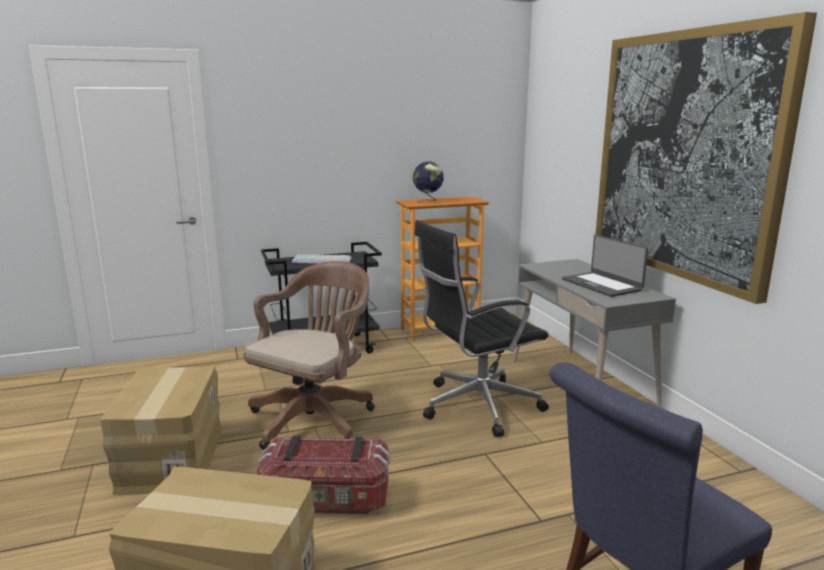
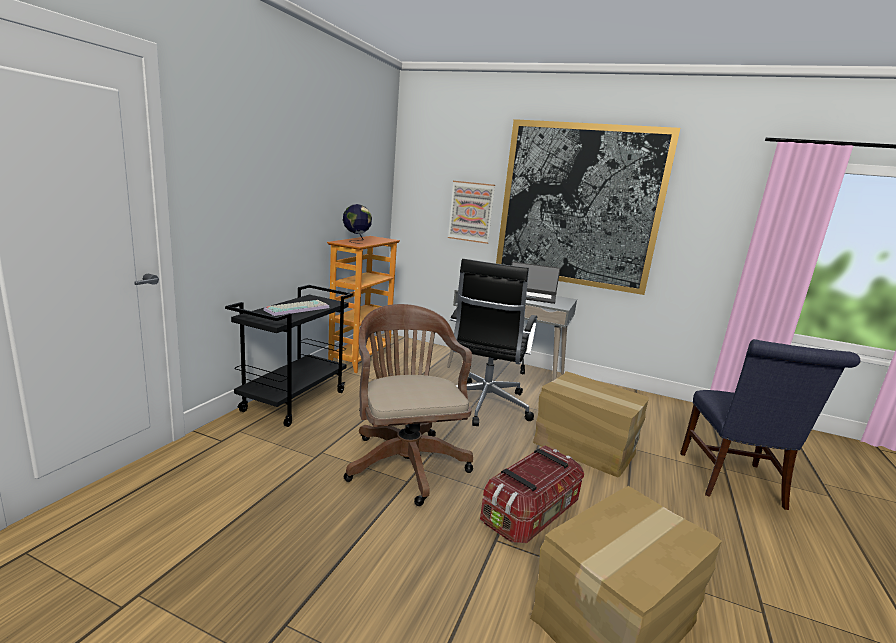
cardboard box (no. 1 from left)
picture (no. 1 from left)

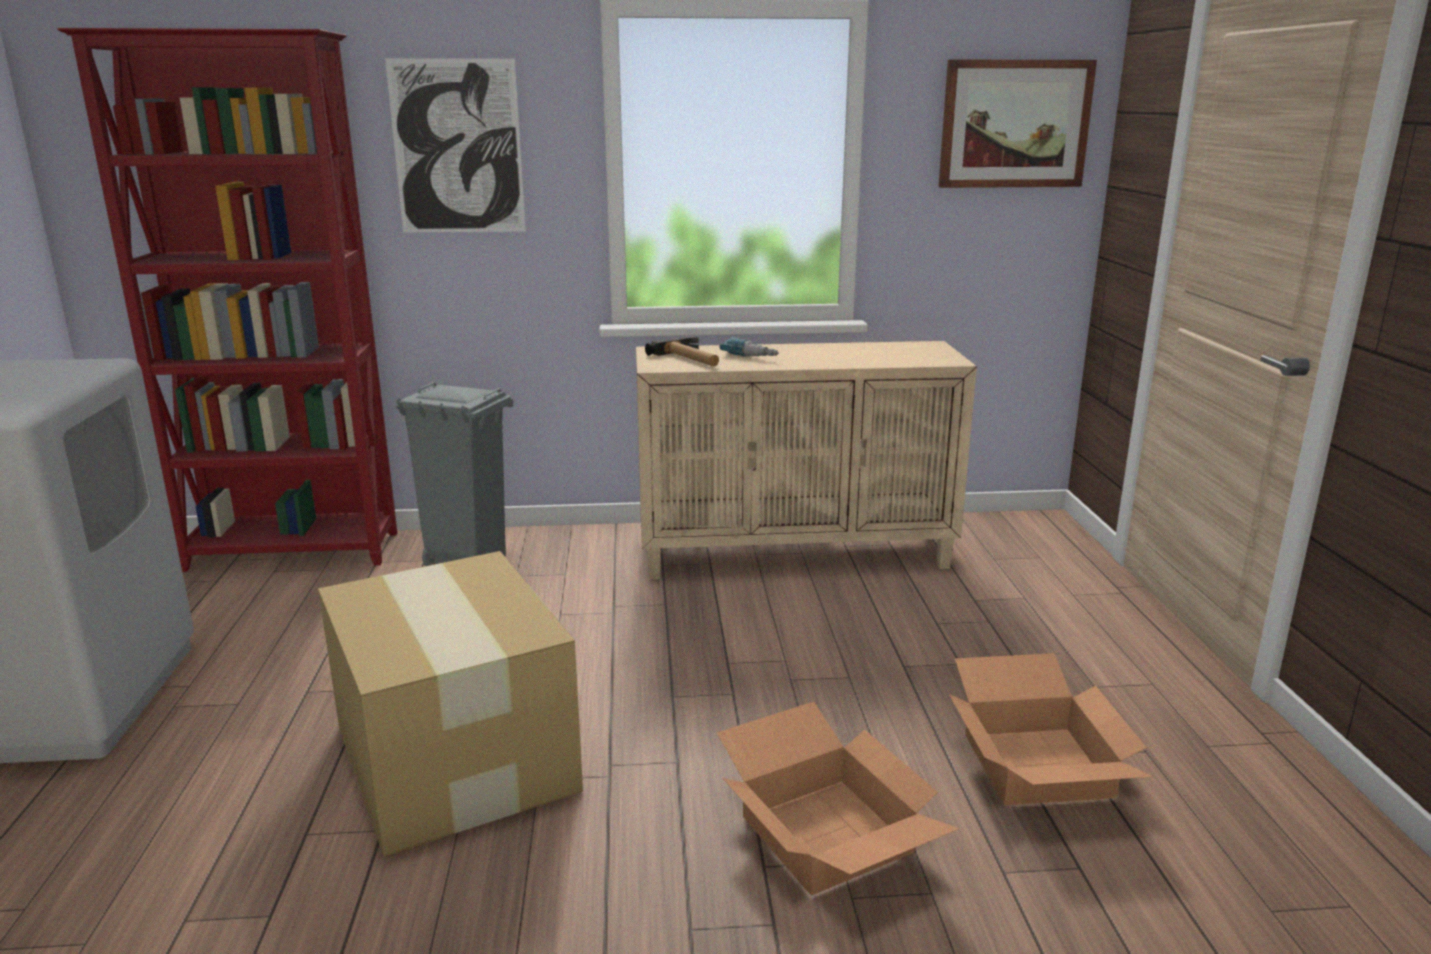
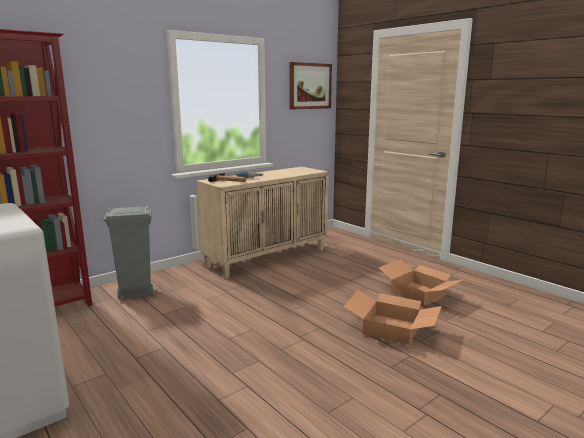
cardboard box (no. 1 from left in the first image)
picture (no. 1 from left in the first image)

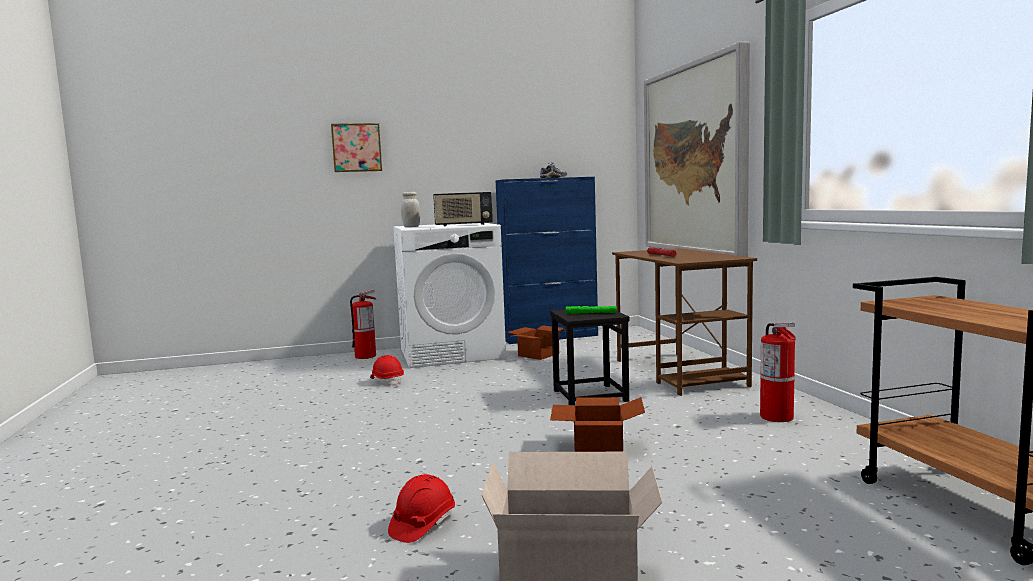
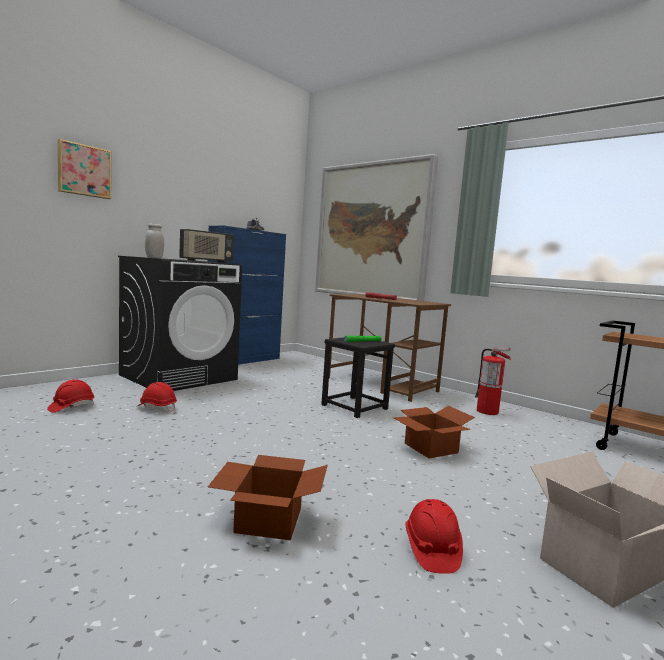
fire extinguisher (no. 1 from left in the first image)
washing machine/black
cardboard box (no. 1 from left)
hard hat/red (no. 1 from left)

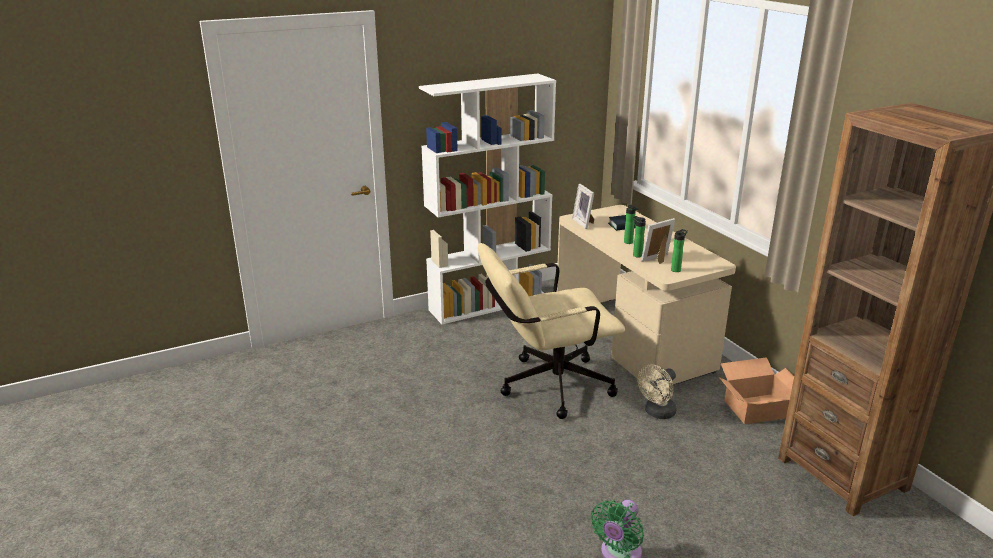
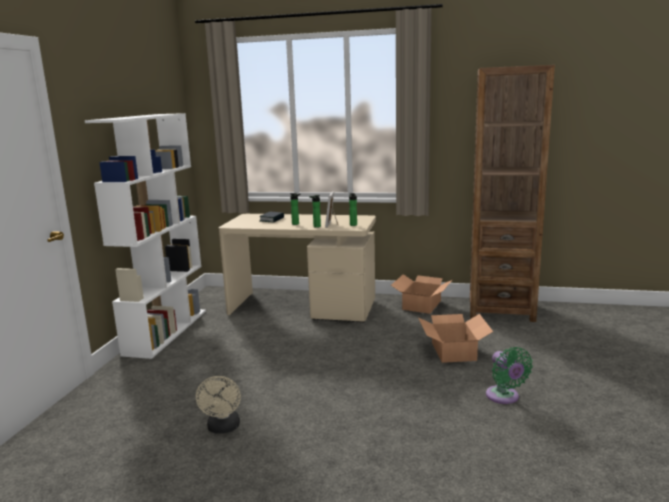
office chair/beige
picture frame (no. 1 from left in the first image)
fan/beige
cardboard box (no. 2 from left)

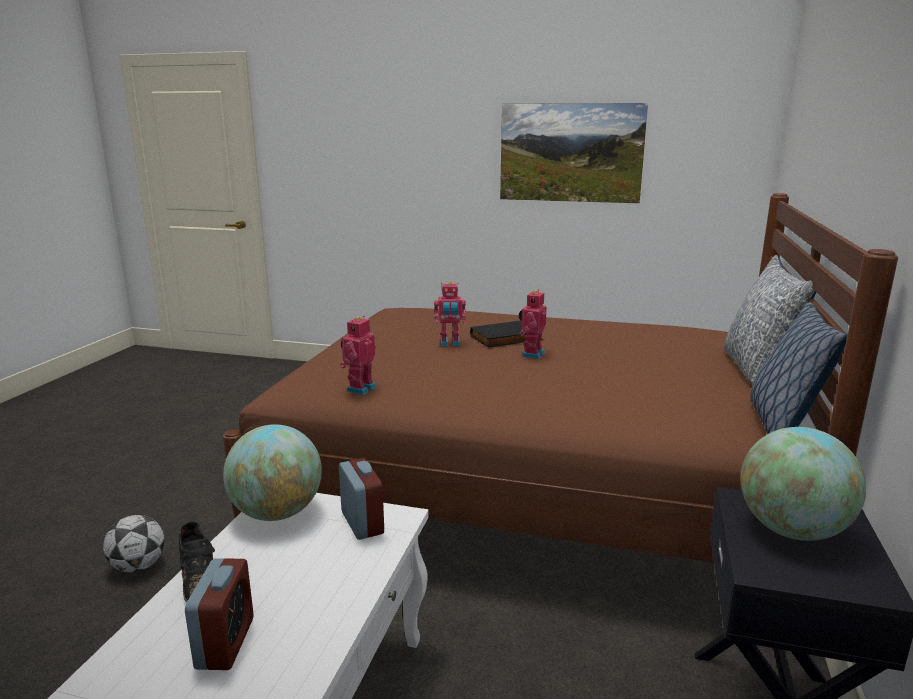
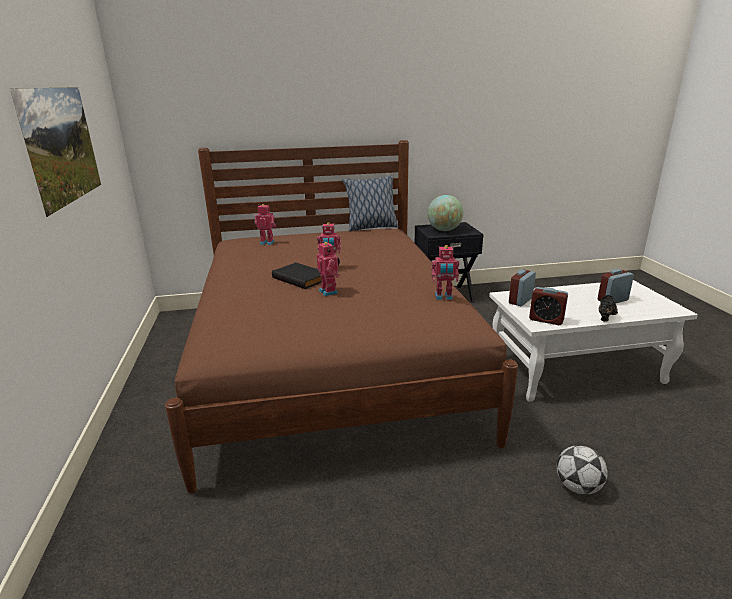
alarm clock (no. 2 from left)
pillow (no. 1 from left in the first image)
toy robot (no. 1 from left)

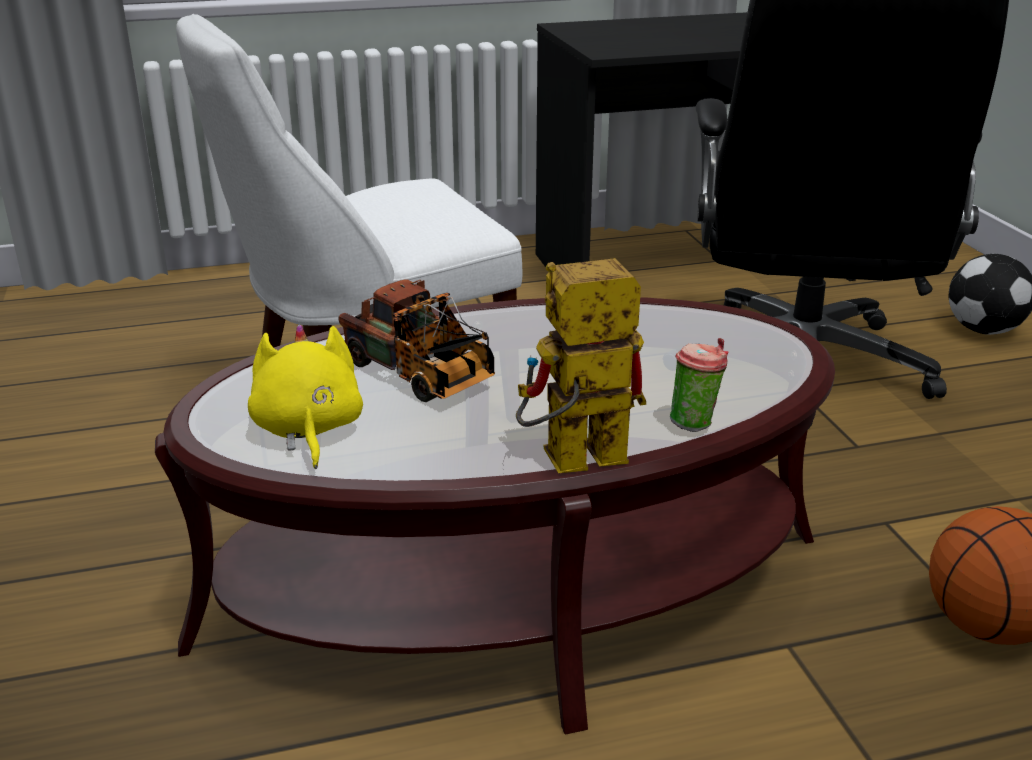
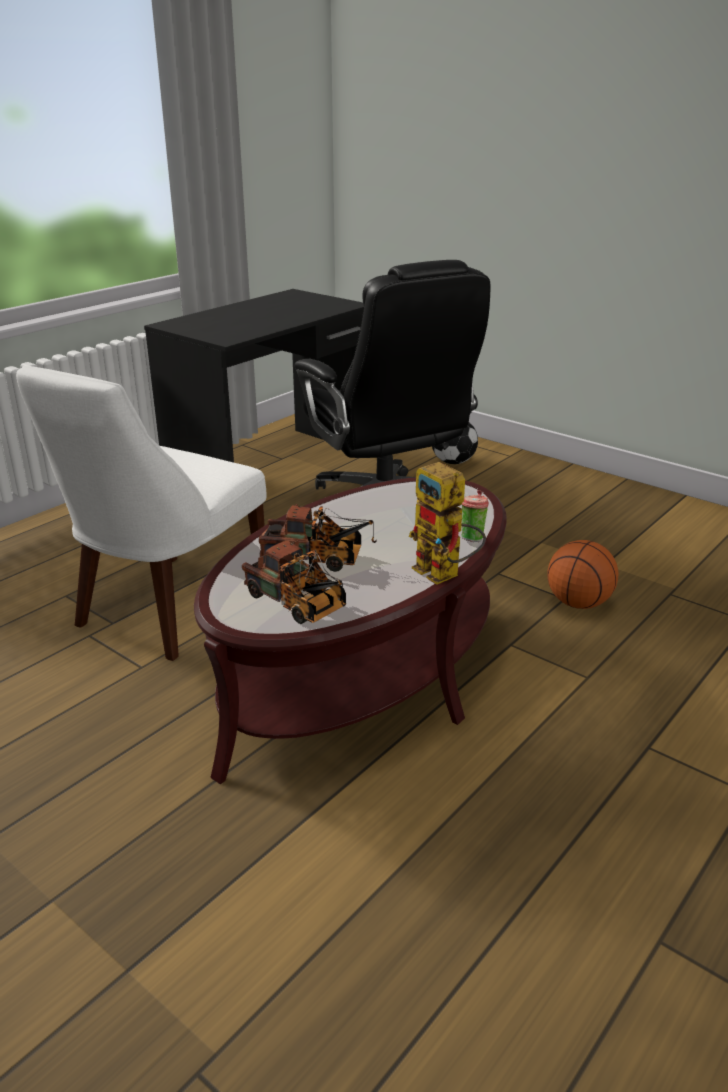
toy truck (no. 1 from left)
toy robot

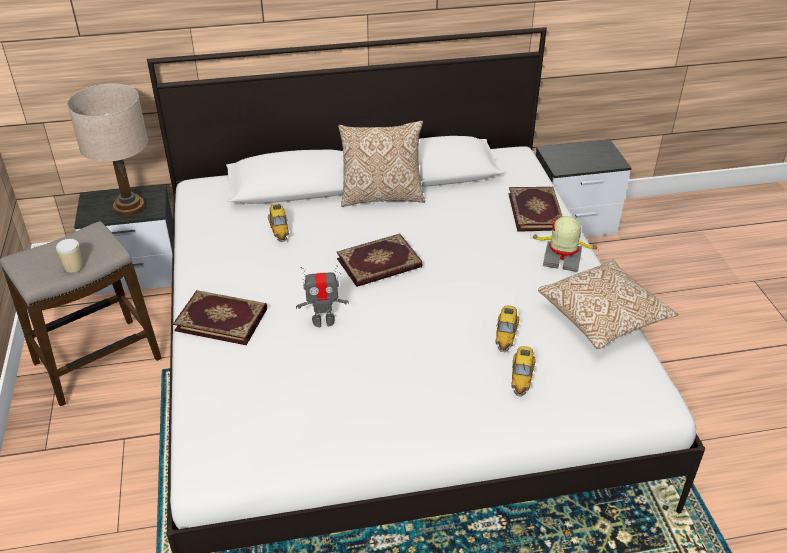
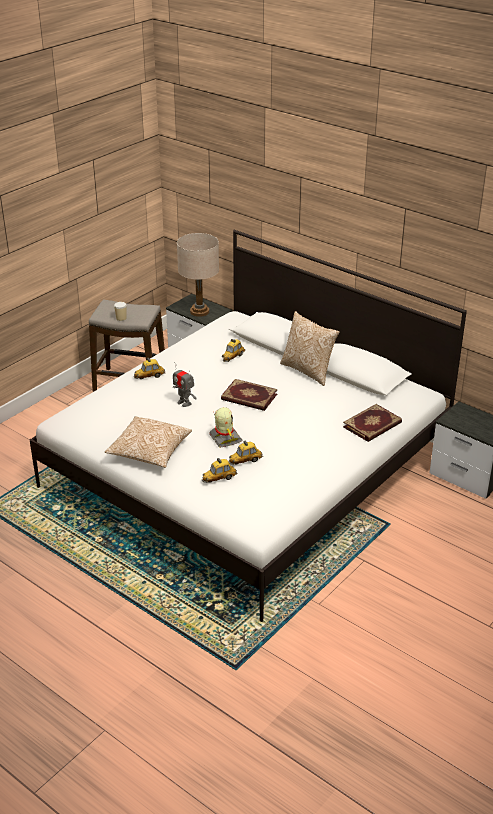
toy car (no. 1 from left)
toy robot (no. 2 from left)
pillow (no. 1 from left)

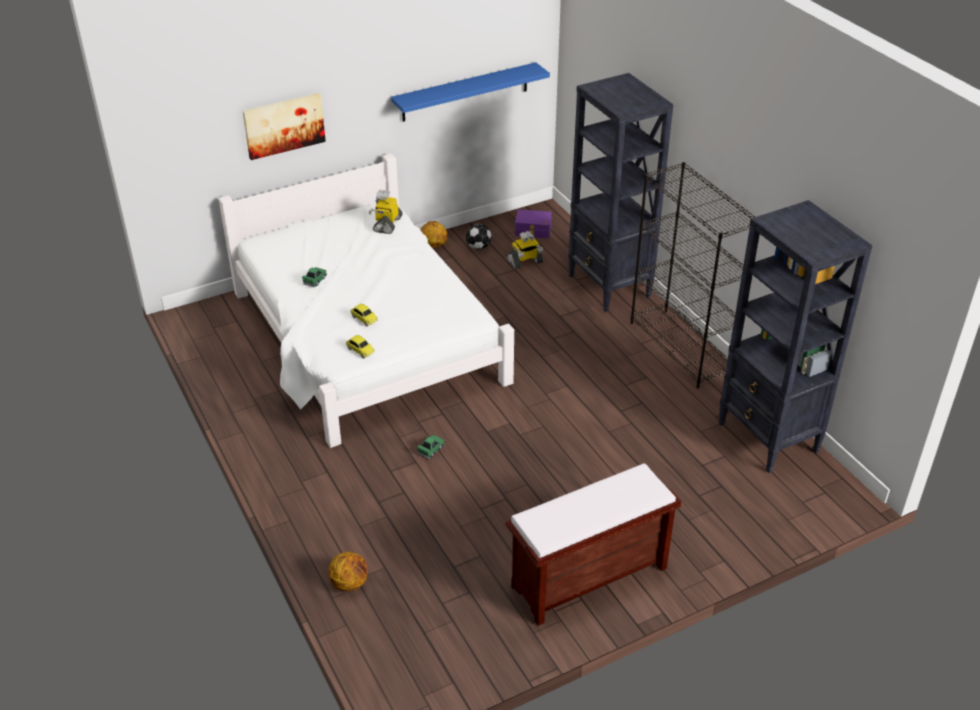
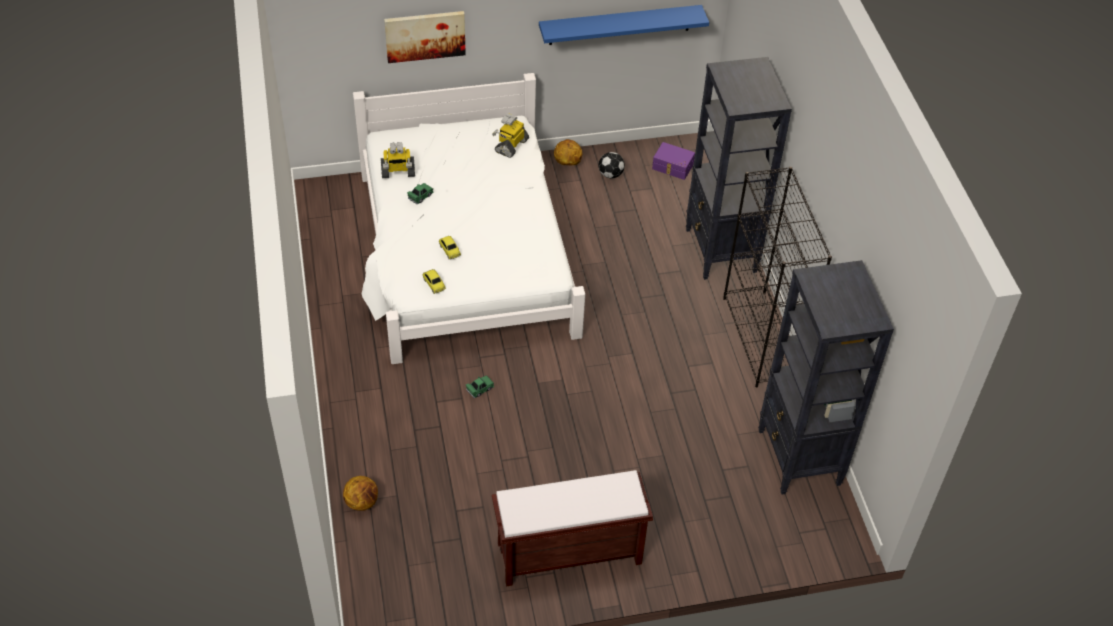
toy robot (no. 1 from left)

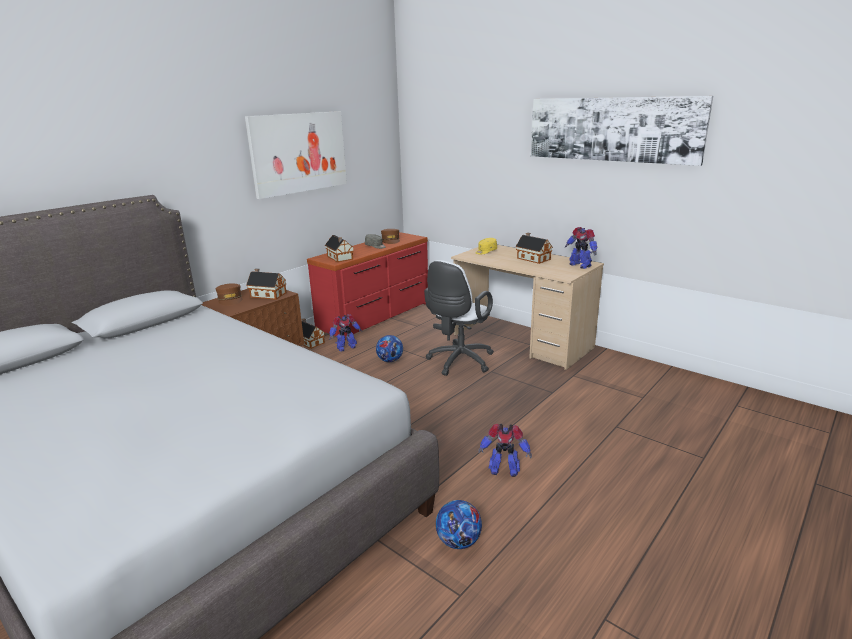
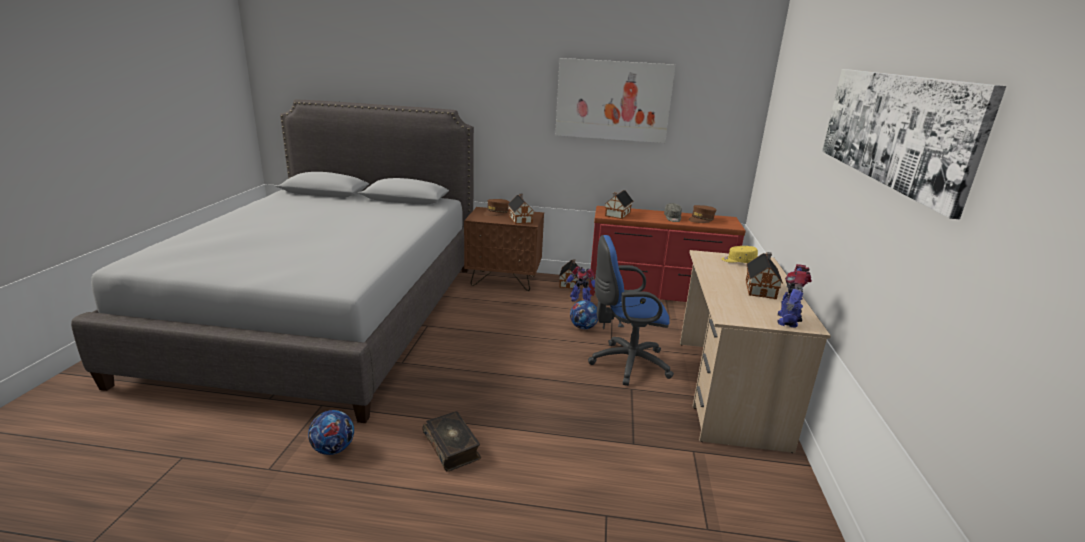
office chair/blue
book

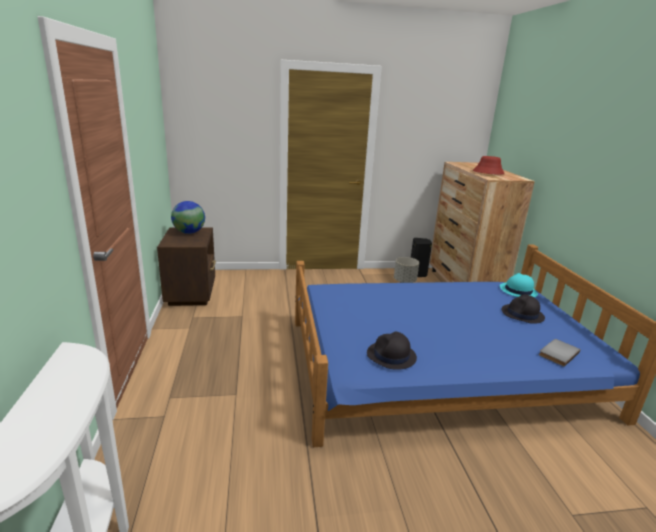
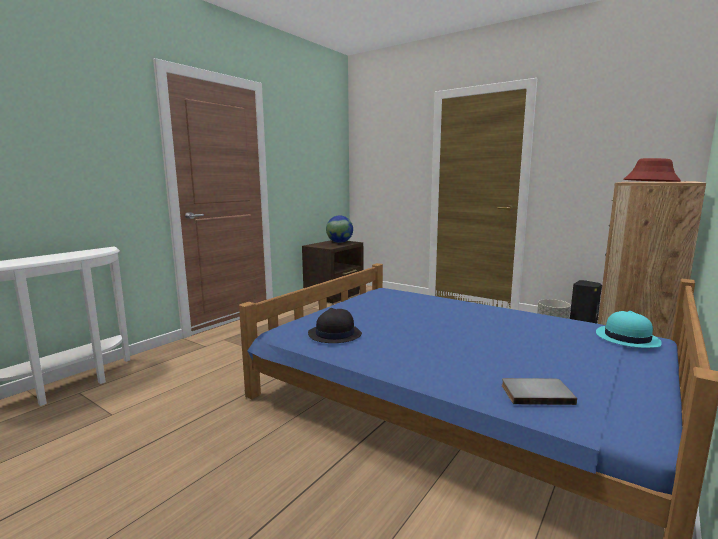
hat/black (no. 2 from left in the first image)

